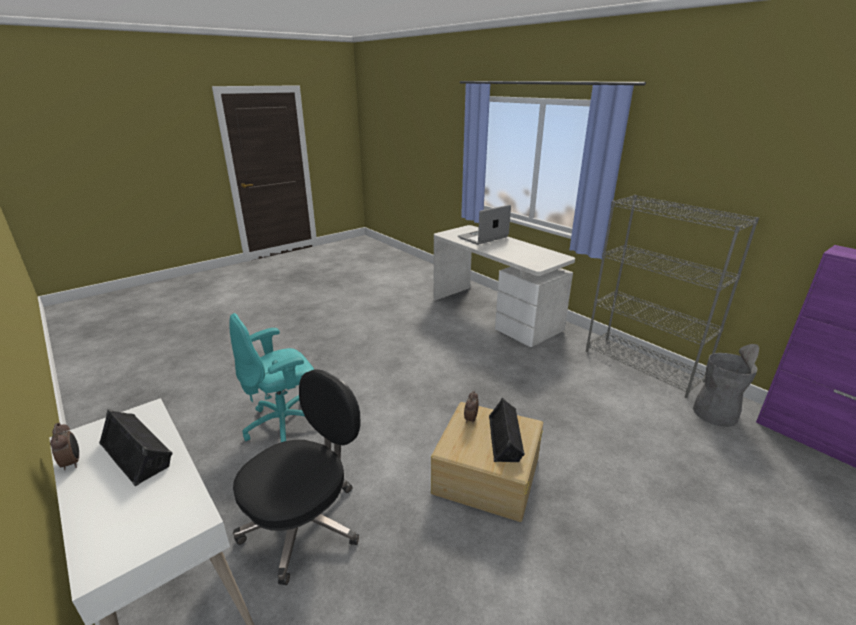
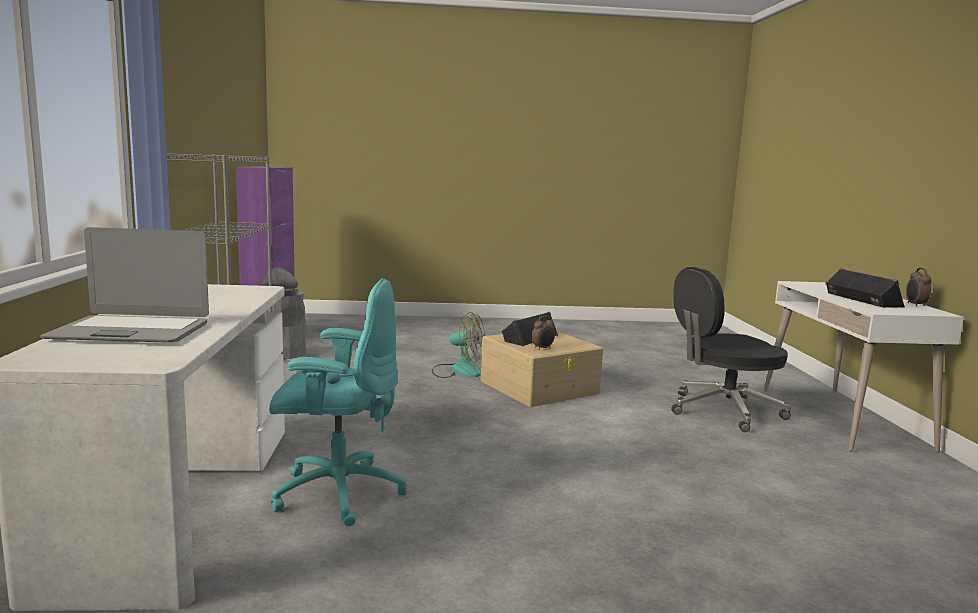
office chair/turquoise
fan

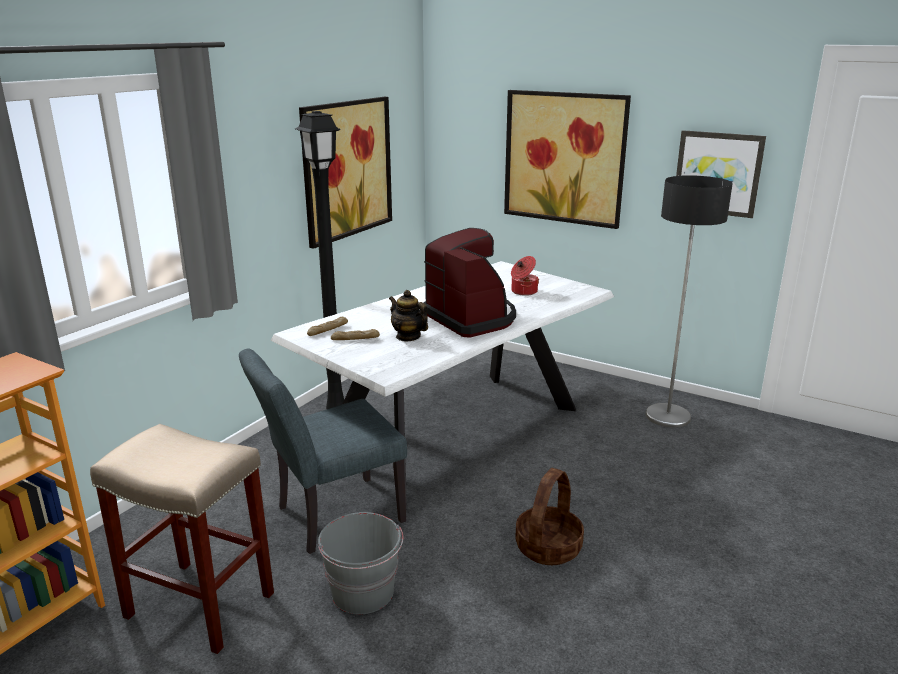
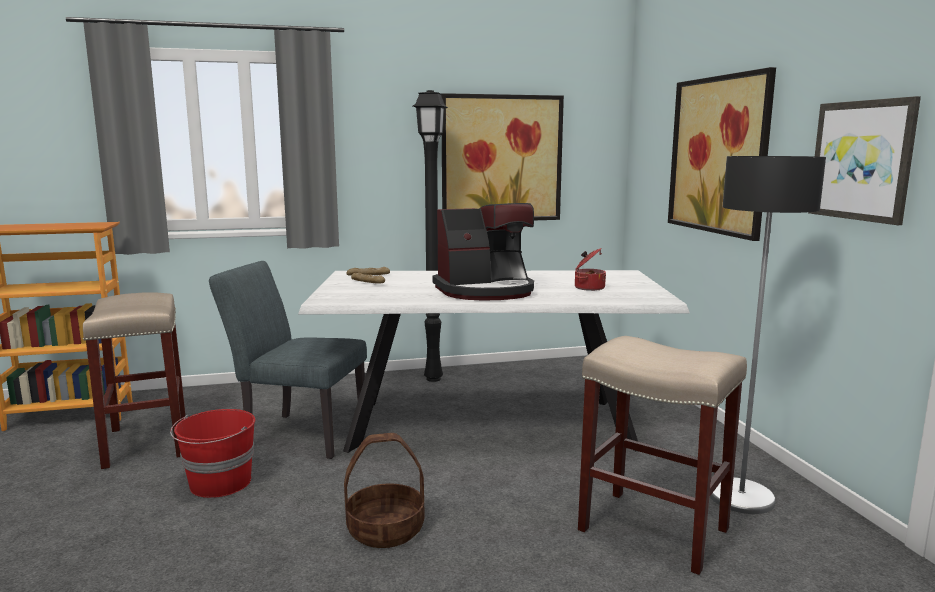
bucket/red
teapot
coffee machine
stool/beige (no. 2 from left)

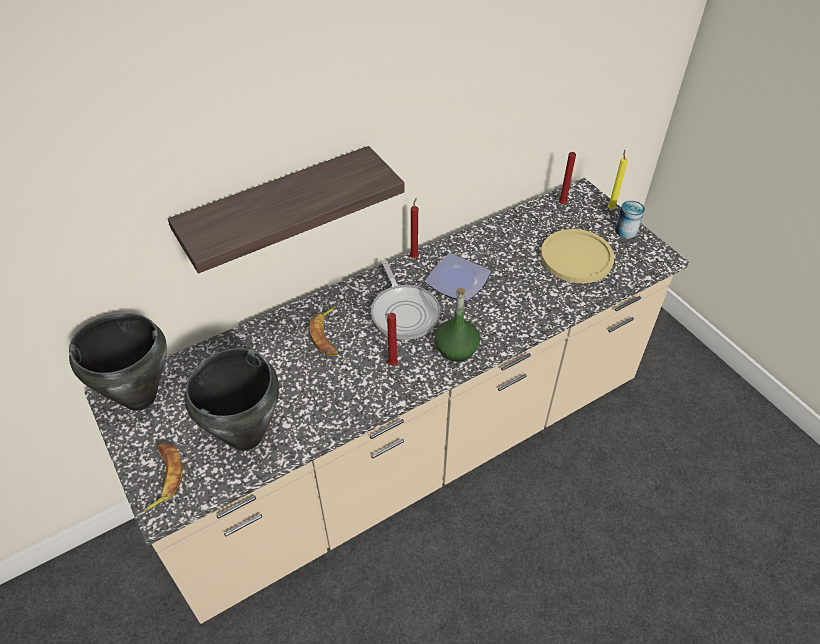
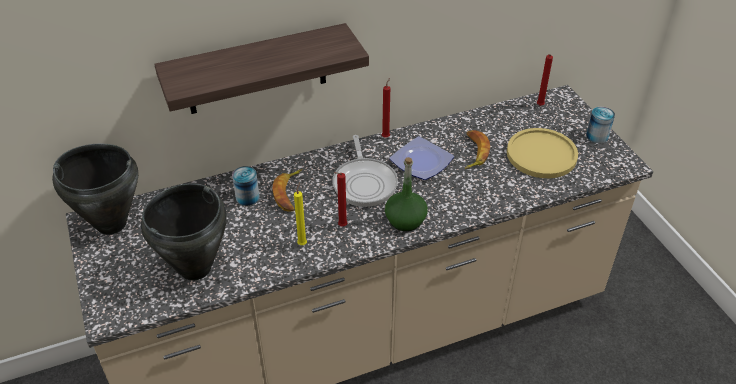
banana (no. 2 from left)
candle/yellow
can (no. 1 from left)

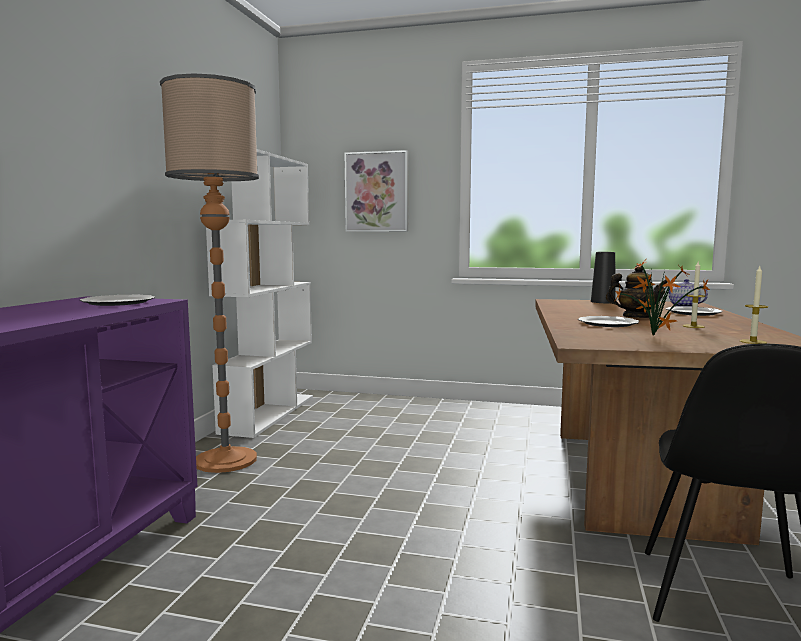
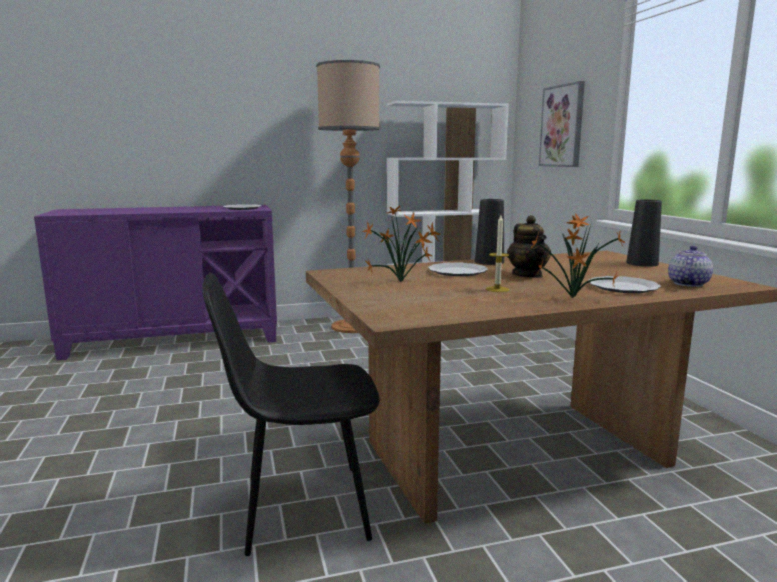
candle (no. 2 from left in the first image)
vase/black (no. 1 from left)
potted plant (no. 2 from left)

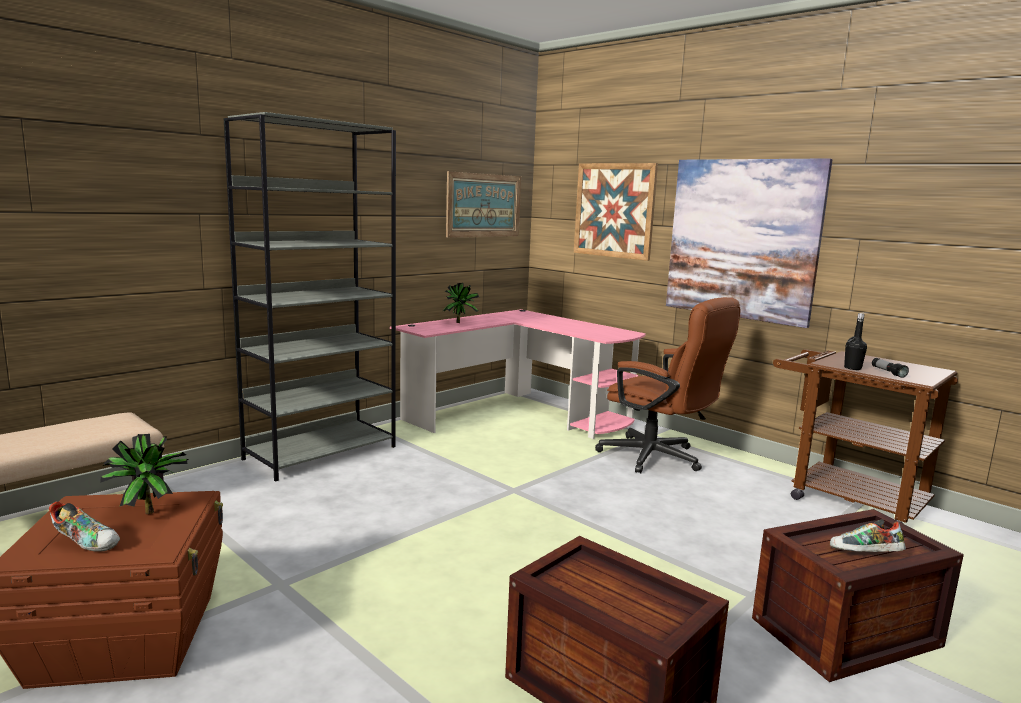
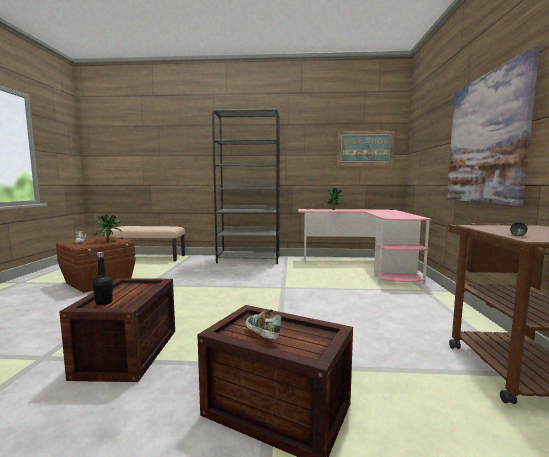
picture (no. 2 from left in the first image)
office chair/brown
bottle/black

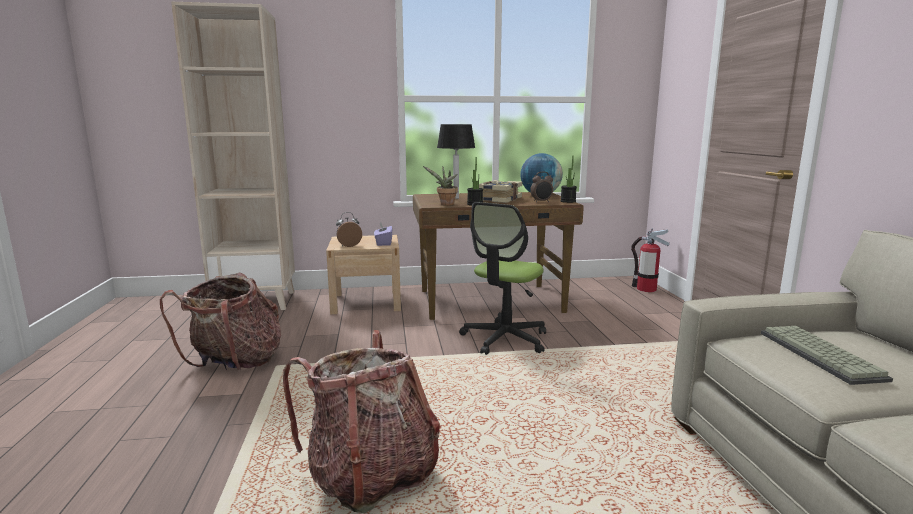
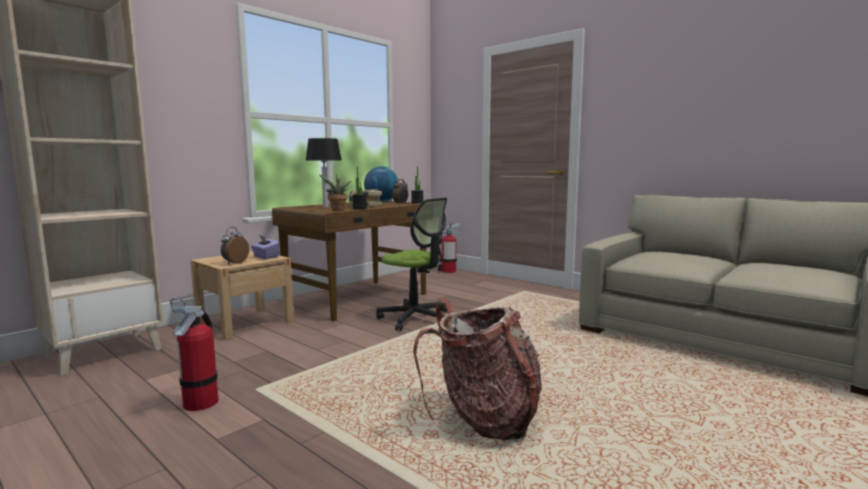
fire extinguisher (no. 1 from left)
office chair
keyboard

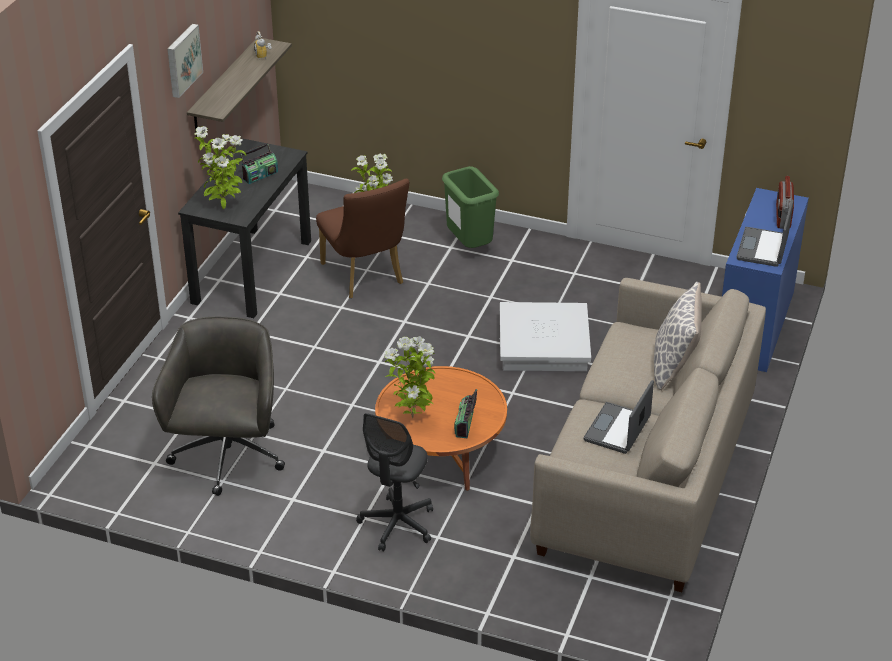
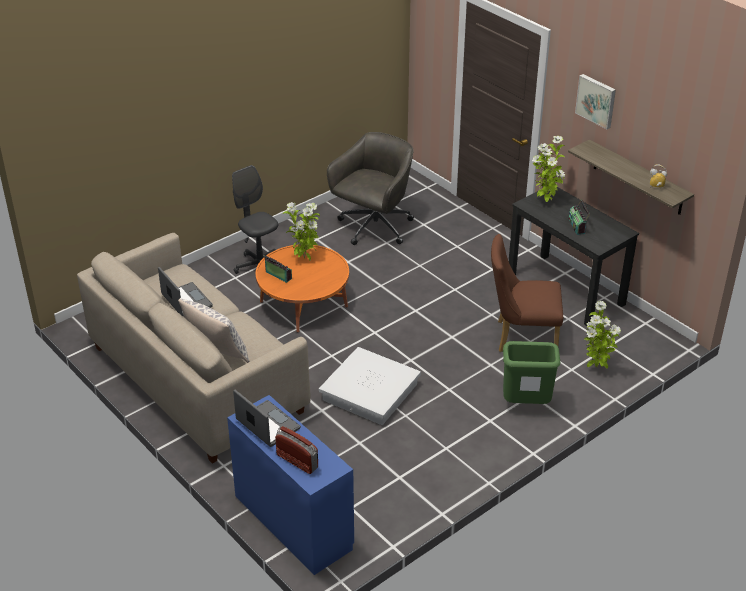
office chair/grey (no. 2 from left)

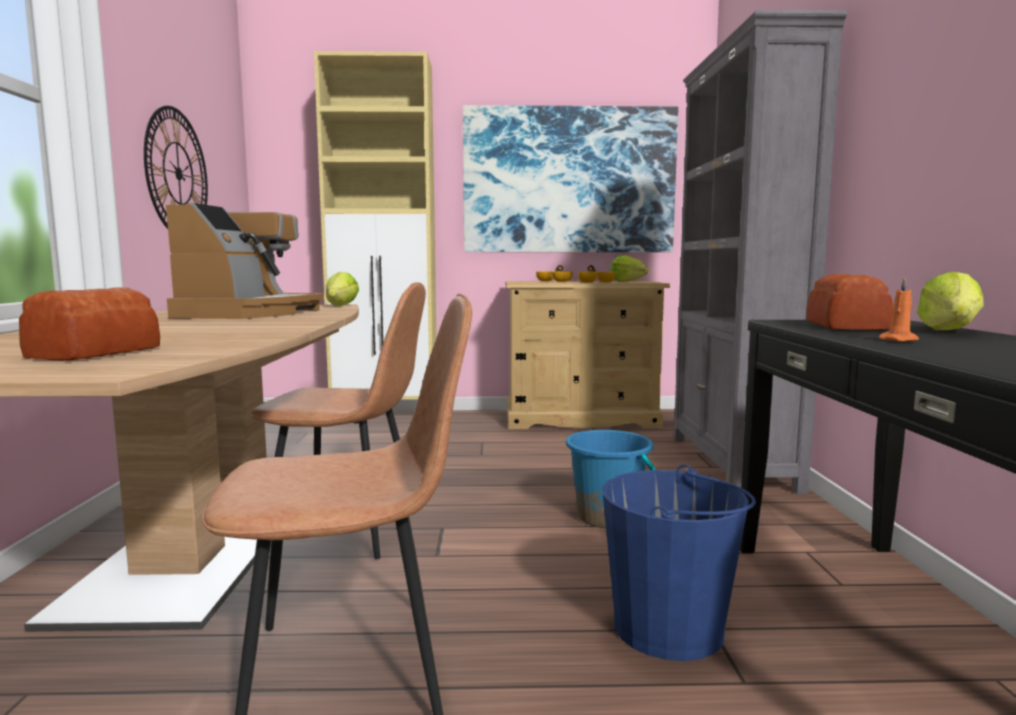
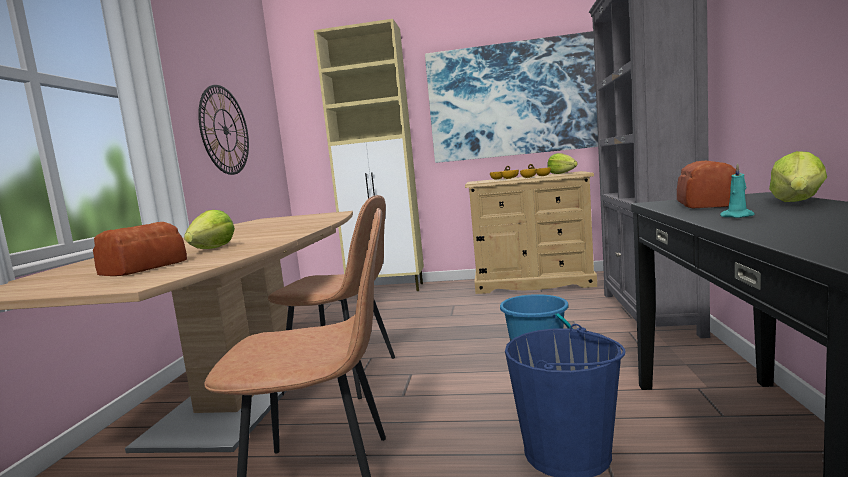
coffee machine
lettuce (no. 1 from left)
candle/turquoise

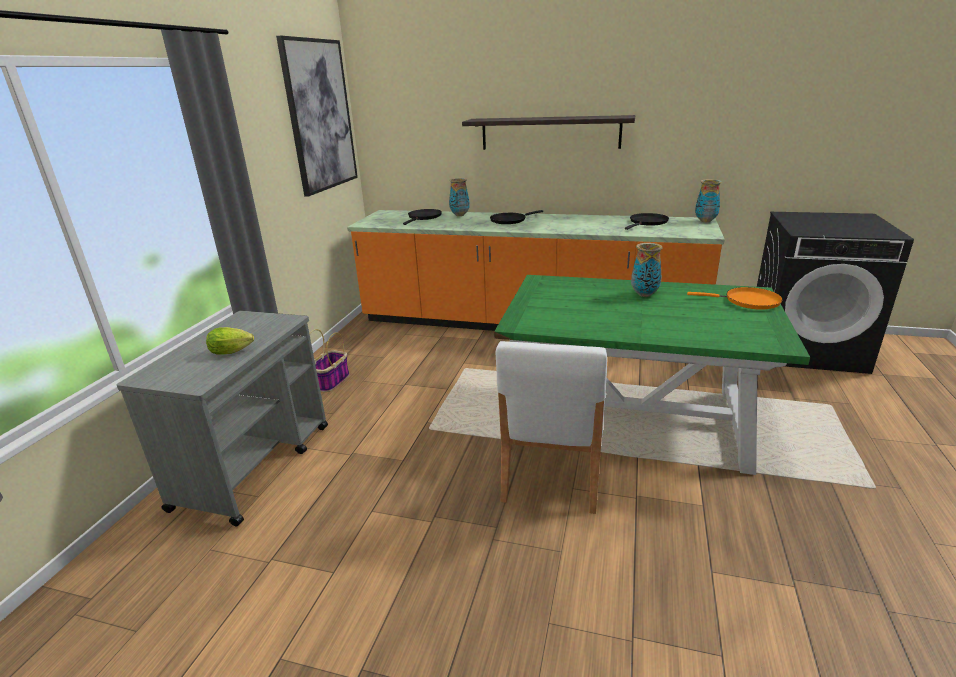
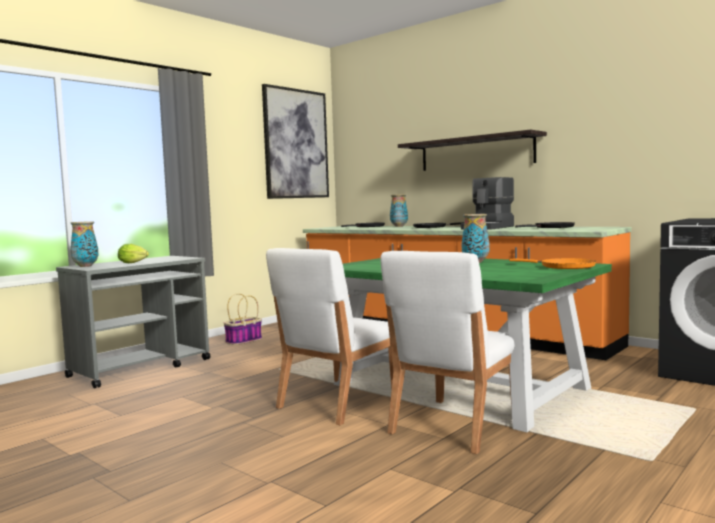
vase (no. 1 from left)
chair/white (no. 2 from left)
coffee machine

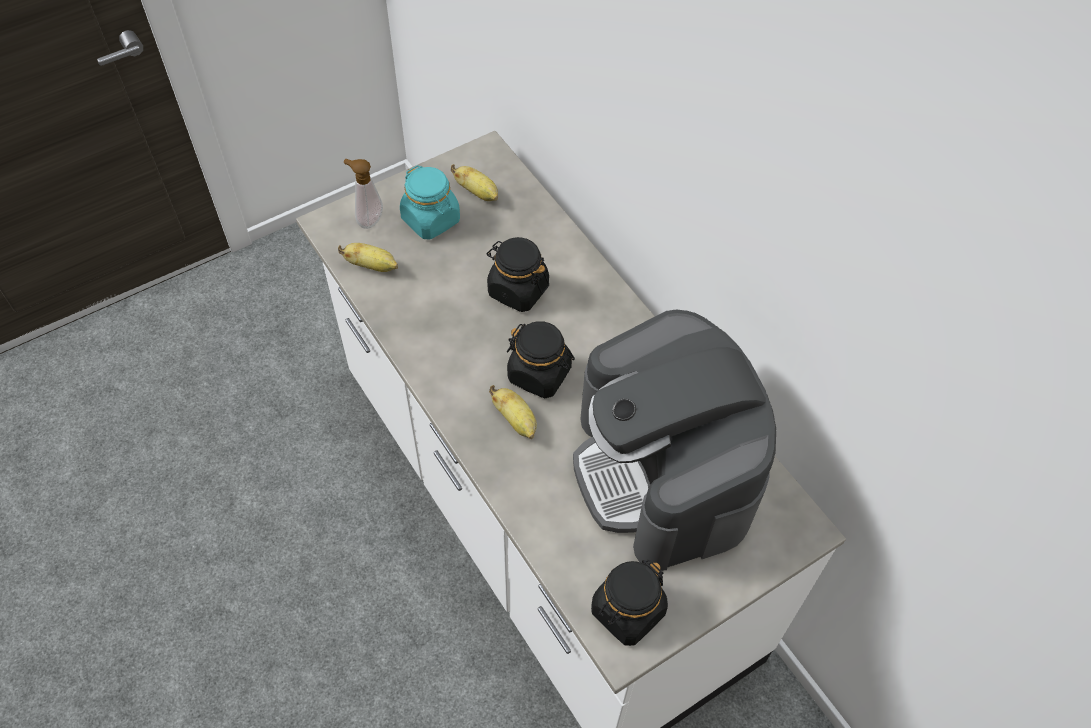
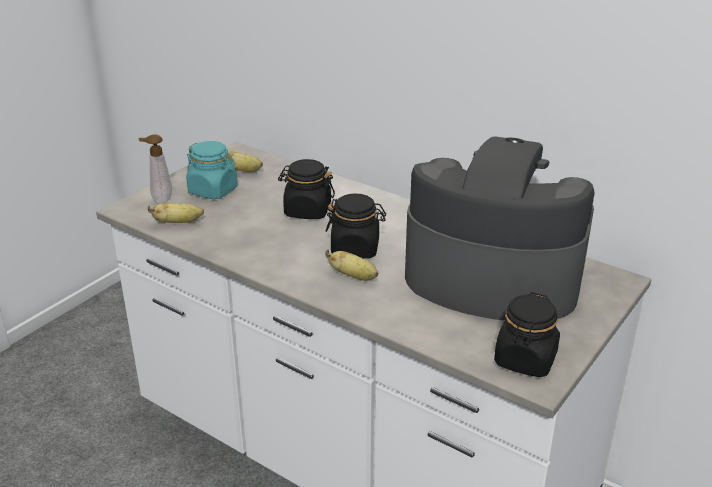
coffee machine

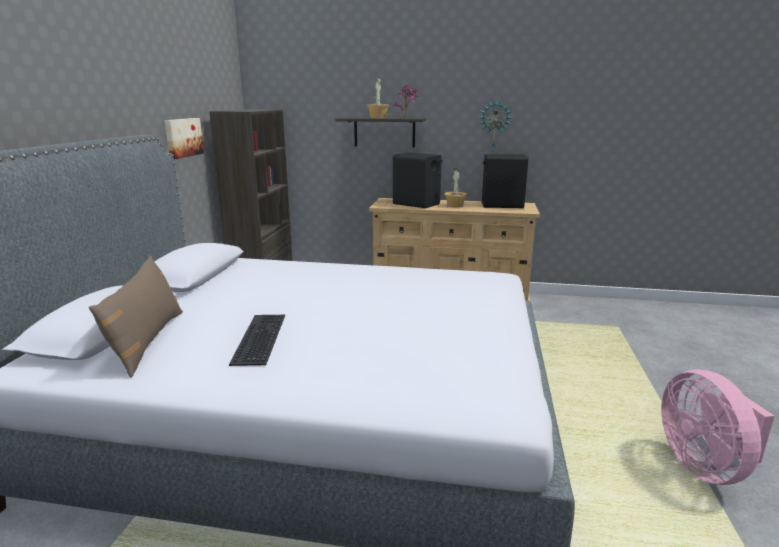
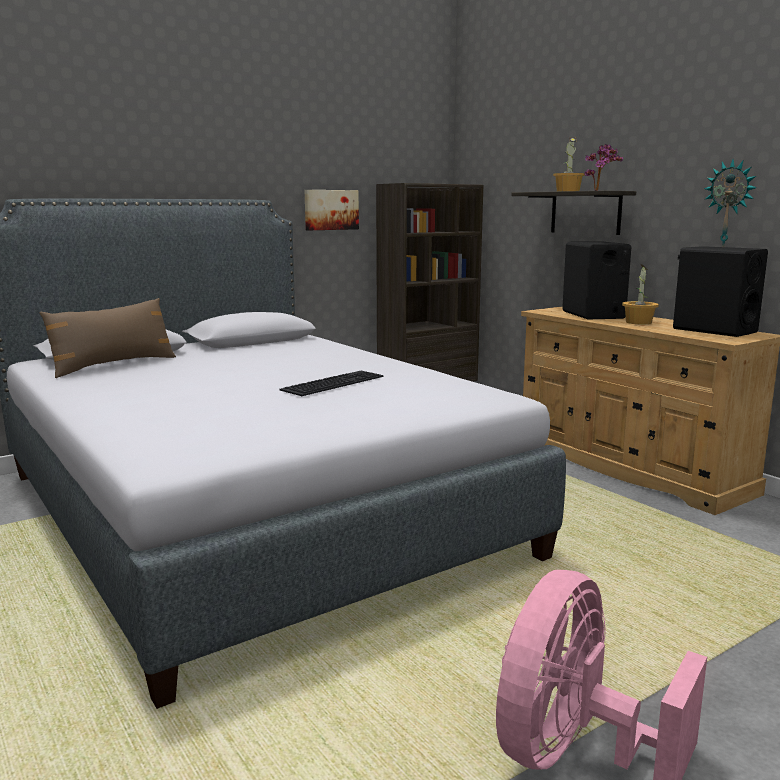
keyboard

